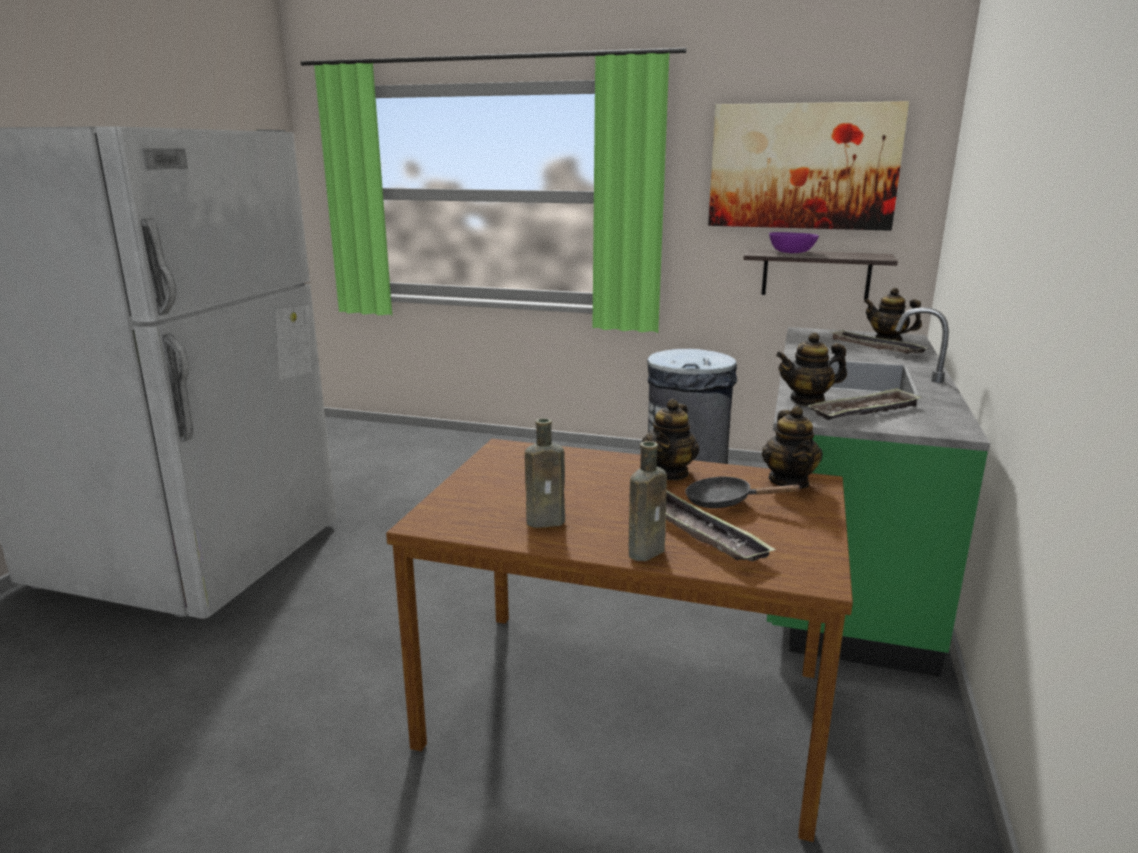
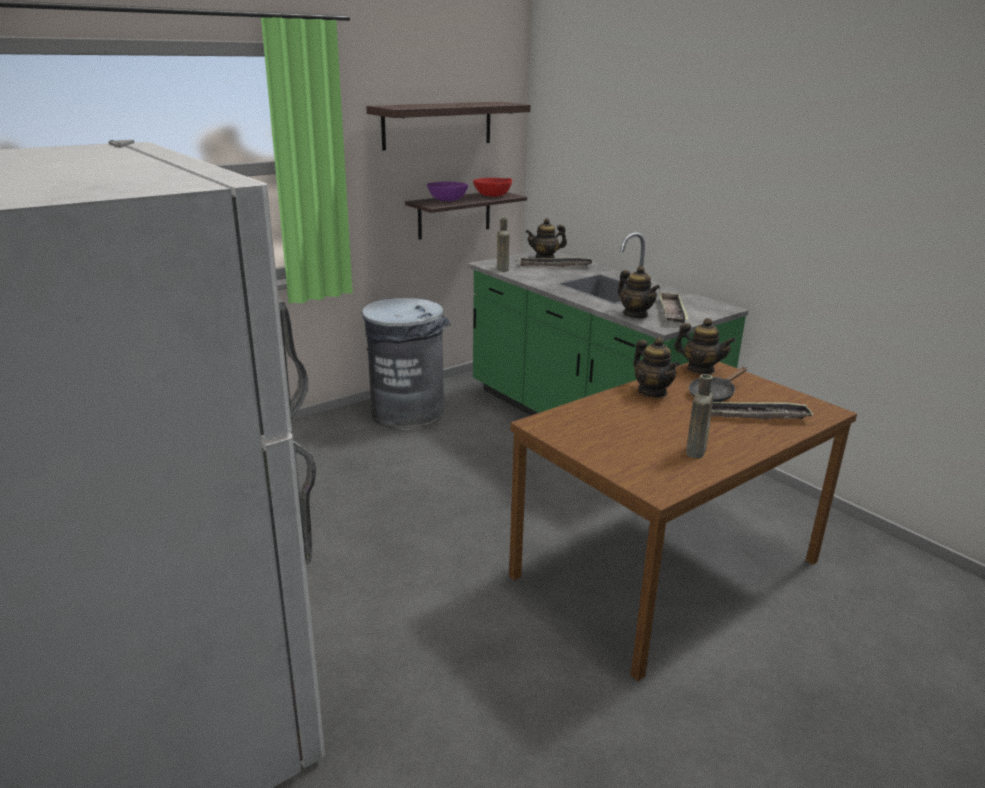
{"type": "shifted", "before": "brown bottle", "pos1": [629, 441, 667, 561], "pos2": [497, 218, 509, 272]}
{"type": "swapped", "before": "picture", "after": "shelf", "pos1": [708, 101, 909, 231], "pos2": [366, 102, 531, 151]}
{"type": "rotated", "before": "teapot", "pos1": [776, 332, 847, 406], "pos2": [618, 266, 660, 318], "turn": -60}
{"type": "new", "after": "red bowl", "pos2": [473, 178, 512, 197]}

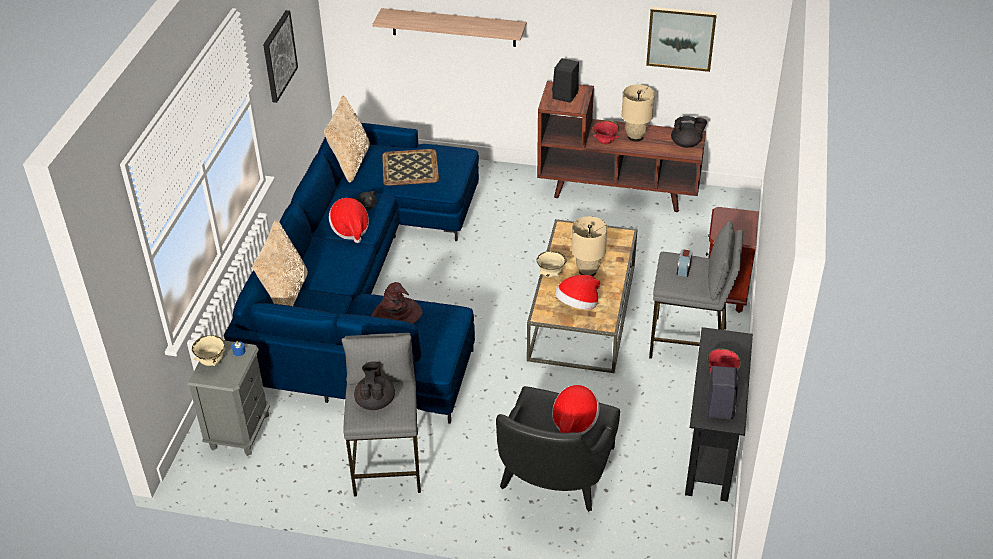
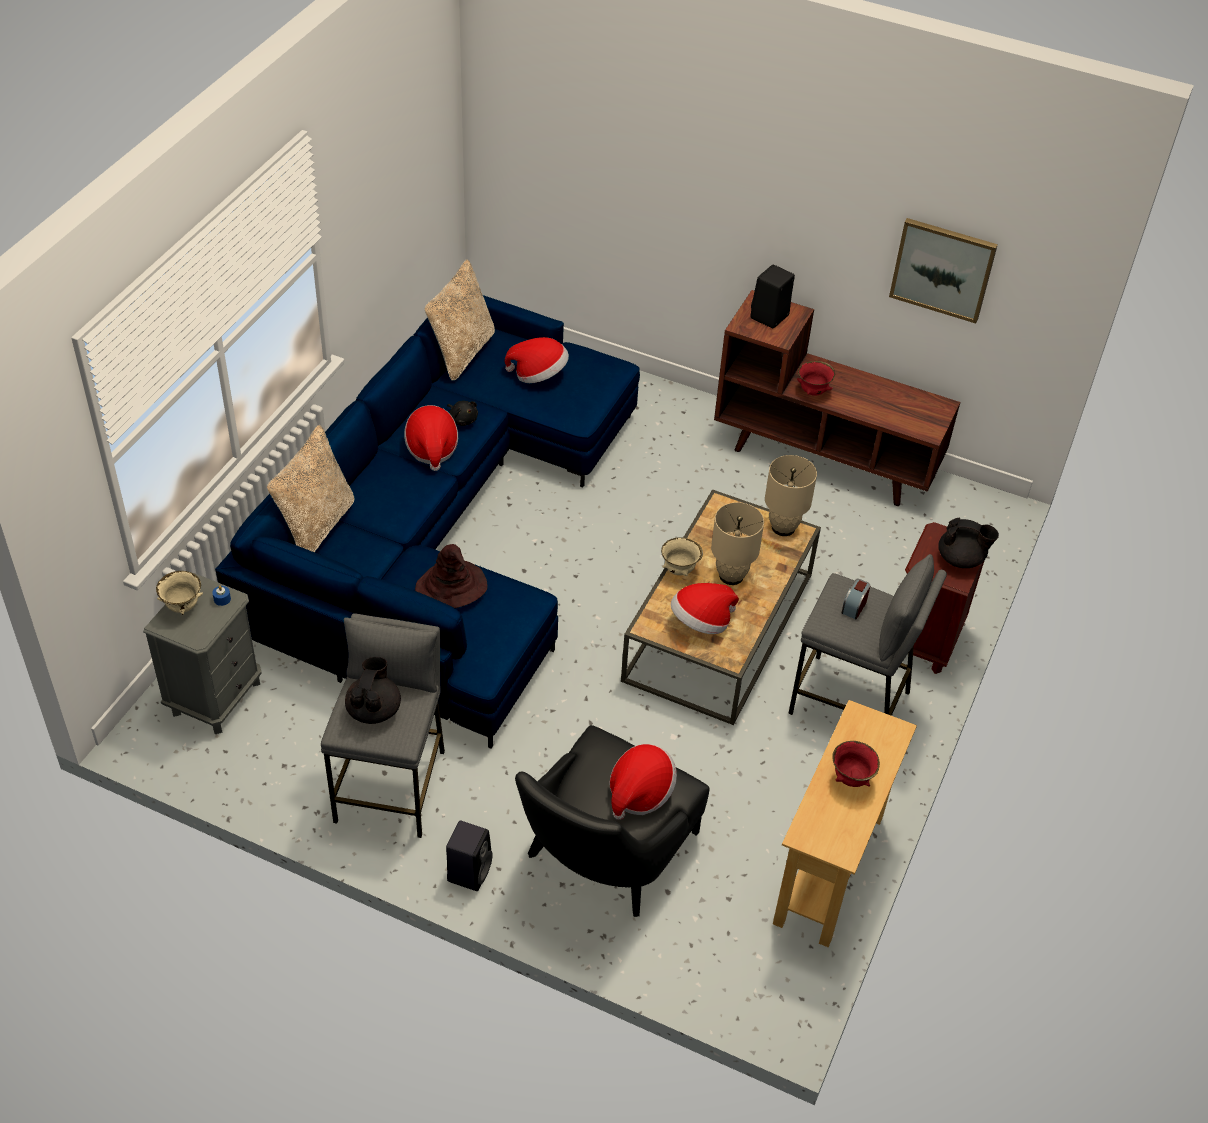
{"type": "gone", "before": "picture", "pos1": [263, 10, 298, 103]}
{"type": "gone", "before": "shelf", "pos1": [372, 8, 527, 47]}
{"type": "swapped", "before": "tray", "after": "hat", "pos1": [382, 149, 439, 186], "pos2": [505, 337, 569, 383]}
{"type": "shifted", "before": "beige table lamp", "pos1": [622, 84, 655, 142], "pos2": [765, 455, 817, 536]}
{"type": "shifted", "before": "black teapot", "pos1": [671, 116, 707, 148], "pos2": [938, 518, 999, 568]}
{"type": "repainted", "before": "black console table", "after": "beige console table", "pos1": [685, 327, 753, 502], "pos2": [773, 700, 917, 947]}
{"type": "shifted", "before": "black speaker", "pos1": [707, 366, 738, 419], "pos2": [446, 821, 493, 891]}

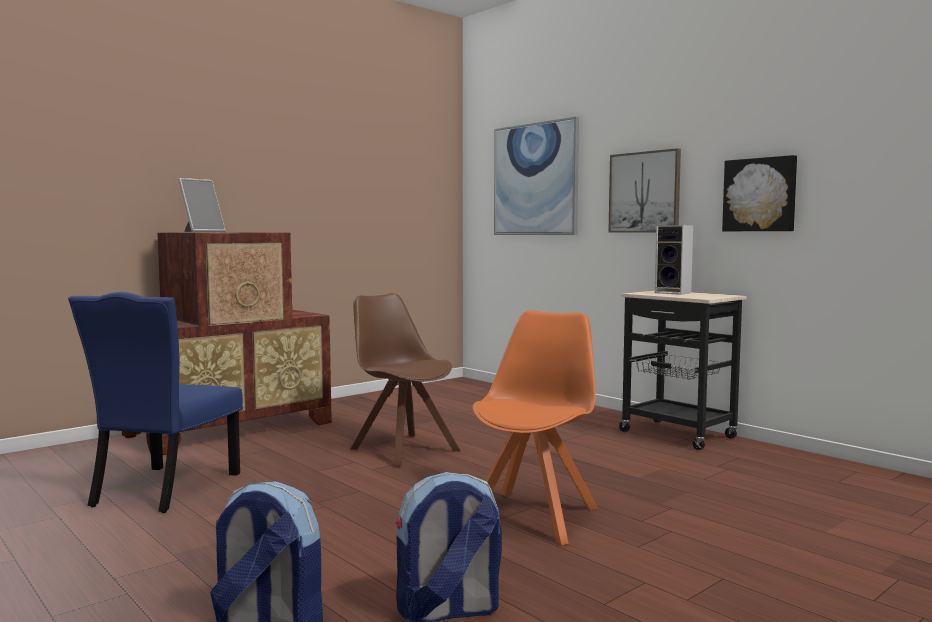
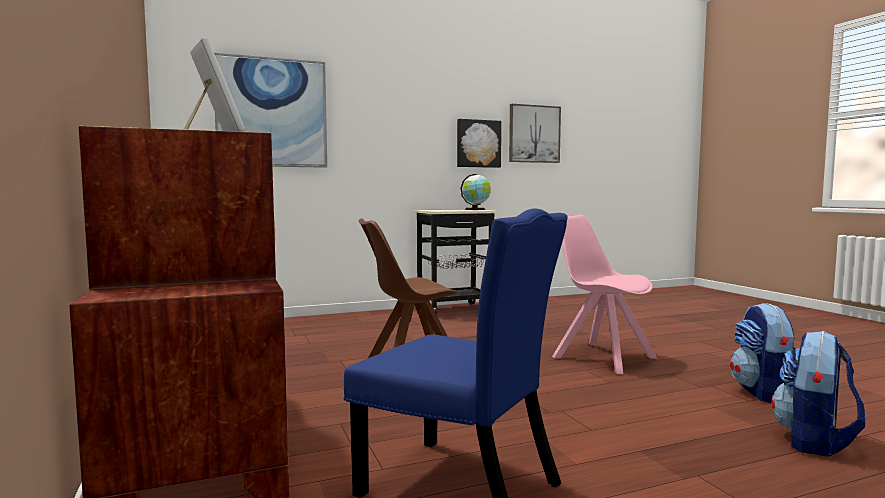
{"type": "repainted", "before": "orange chair", "after": "pink chair", "pos1": [473, 310, 598, 545], "pos2": [552, 215, 657, 374]}
{"type": "shifted", "before": "picture", "pos1": [608, 148, 681, 233], "pos2": [509, 104, 561, 163]}
{"type": "gone", "before": "speaker", "pos1": [655, 225, 693, 295]}
{"type": "new", "after": "globe", "pos2": [461, 174, 491, 210]}

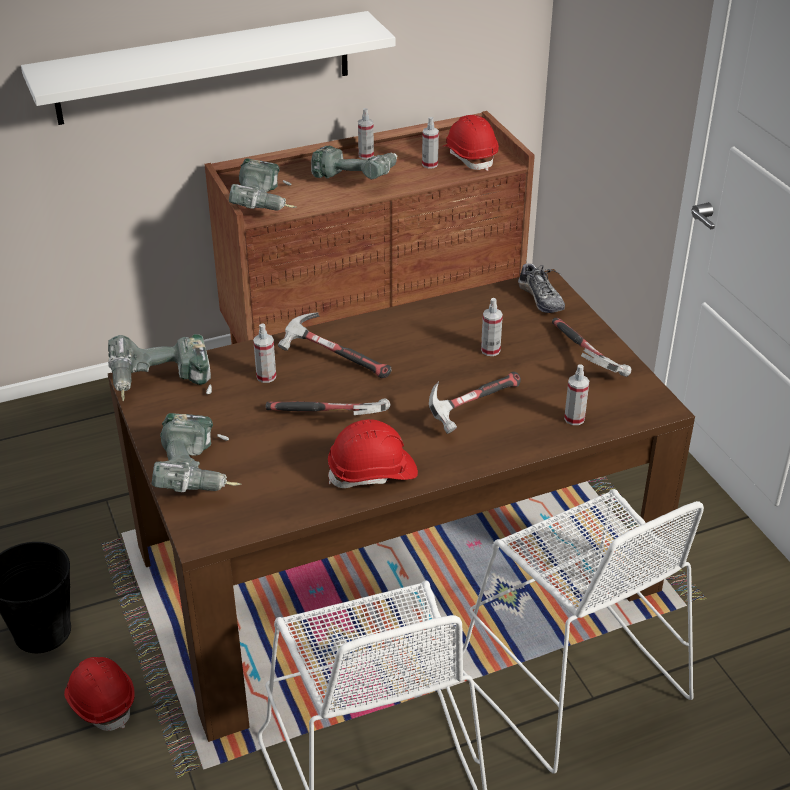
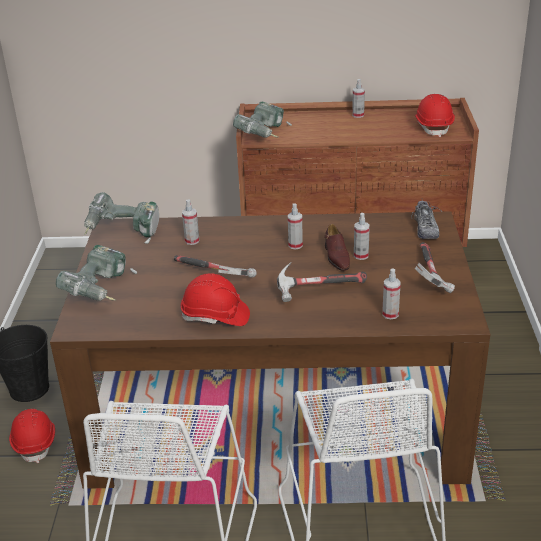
{"type": "gone", "before": "white shelf", "pos1": [21, 11, 395, 125]}
{"type": "gone", "before": "hammer", "pos1": [278, 312, 391, 378]}
{"type": "gone", "before": "power drill", "pos1": [311, 146, 398, 179]}
{"type": "shifted", "before": "spray bottle", "pos1": [422, 117, 439, 169], "pos2": [288, 203, 303, 249]}
{"type": "new", "after": "brown shoe", "pos2": [324, 224, 350, 271]}

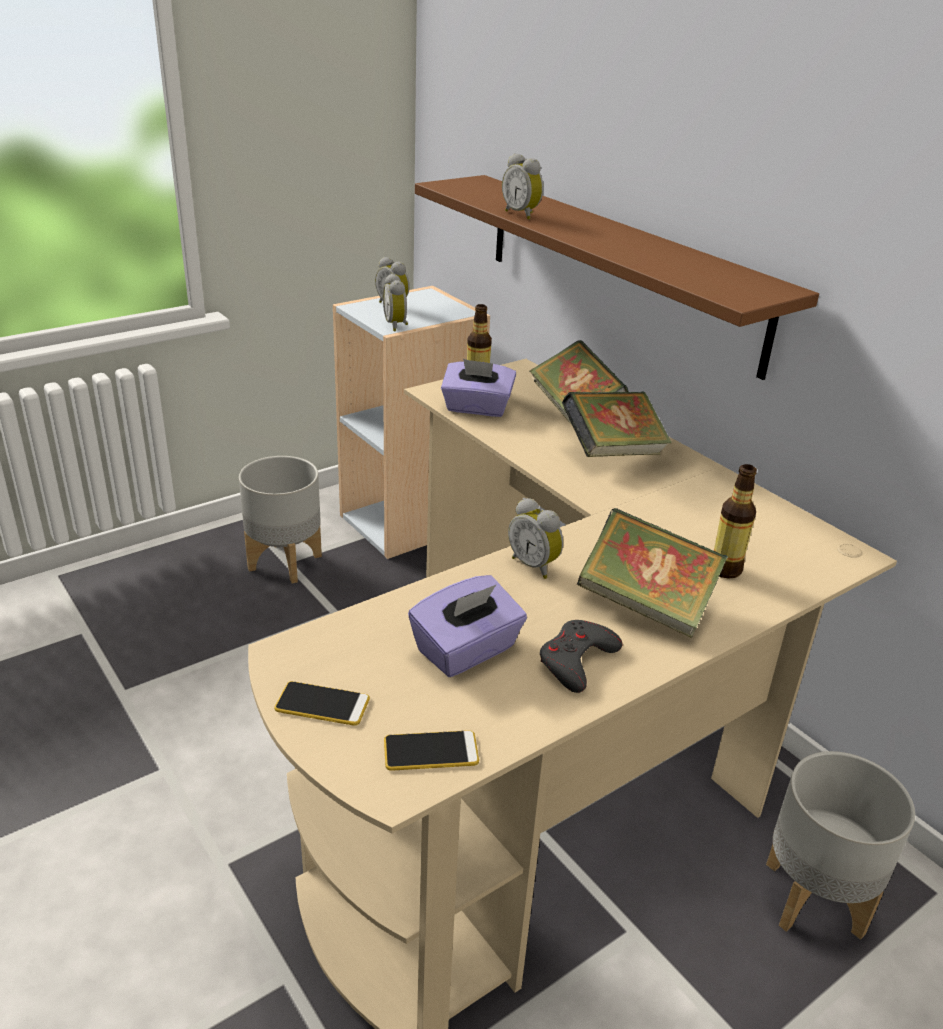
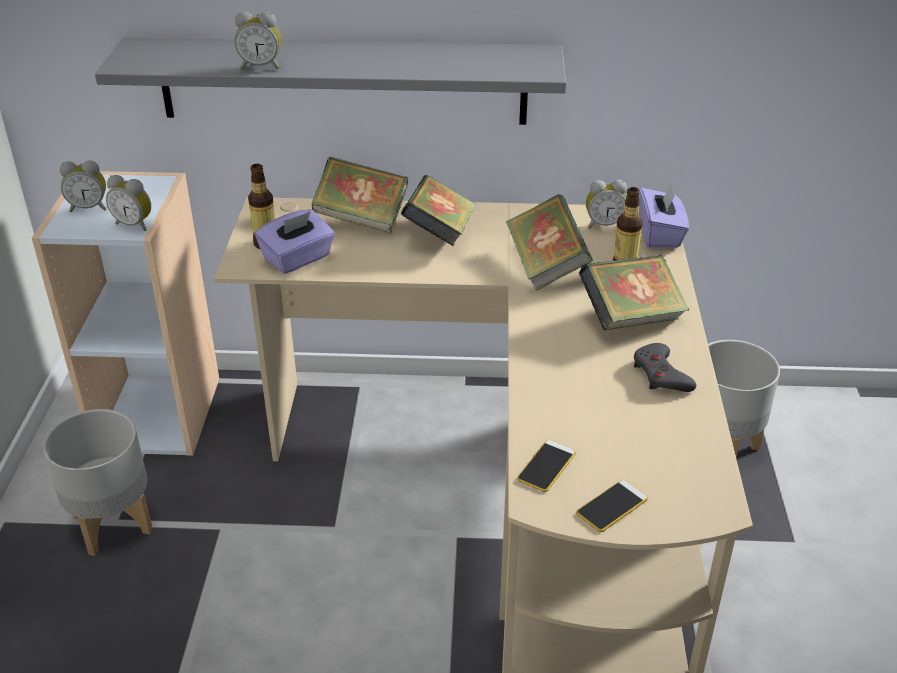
{"type": "shifted", "before": "phone", "pos1": [384, 730, 479, 771], "pos2": [517, 440, 576, 492]}
{"type": "shifted", "before": "purple tissue box", "pos1": [408, 575, 527, 677], "pos2": [638, 183, 689, 248]}
{"type": "repainted", "before": "brown shelf", "after": "grey shelf", "pos1": [415, 175, 819, 380], "pos2": [95, 38, 566, 125]}
{"type": "shifted", "before": "alarm clock", "pos1": [508, 498, 563, 579], "pos2": [586, 180, 627, 229]}
{"type": "new", "after": "book", "pos2": [506, 194, 593, 290]}

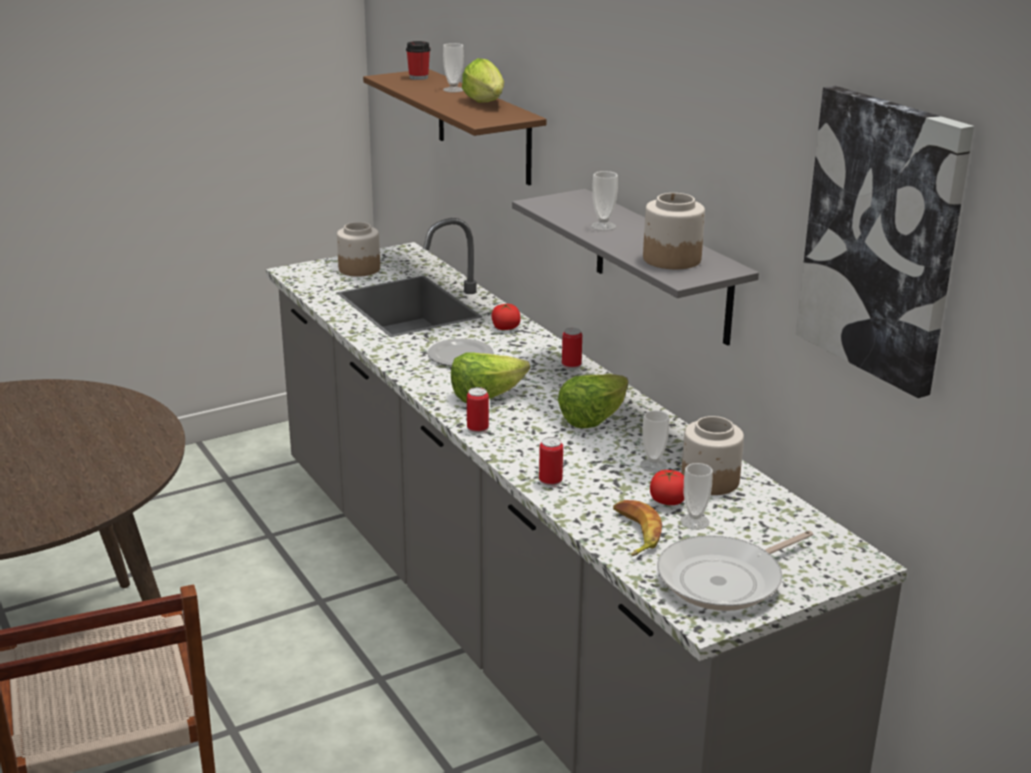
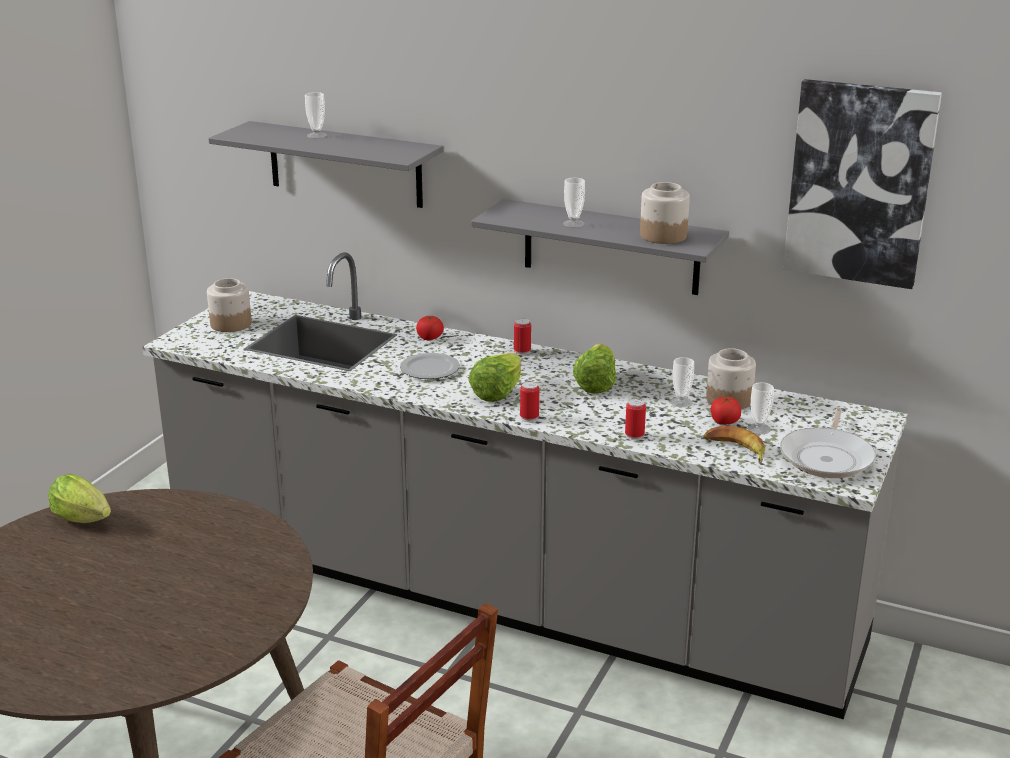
{"type": "repainted", "before": "brown shelf", "after": "grey shelf", "pos1": [363, 69, 547, 185], "pos2": [208, 121, 443, 208]}
{"type": "gone", "before": "cup", "pos1": [406, 41, 430, 80]}
{"type": "shifted", "before": "lettuce", "pos1": [462, 58, 504, 103], "pos2": [48, 474, 111, 523]}

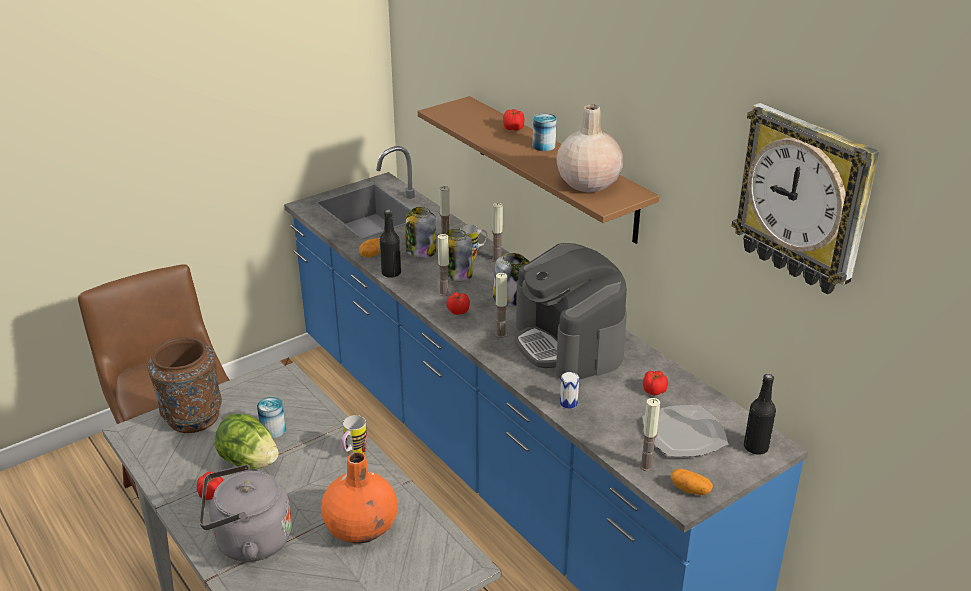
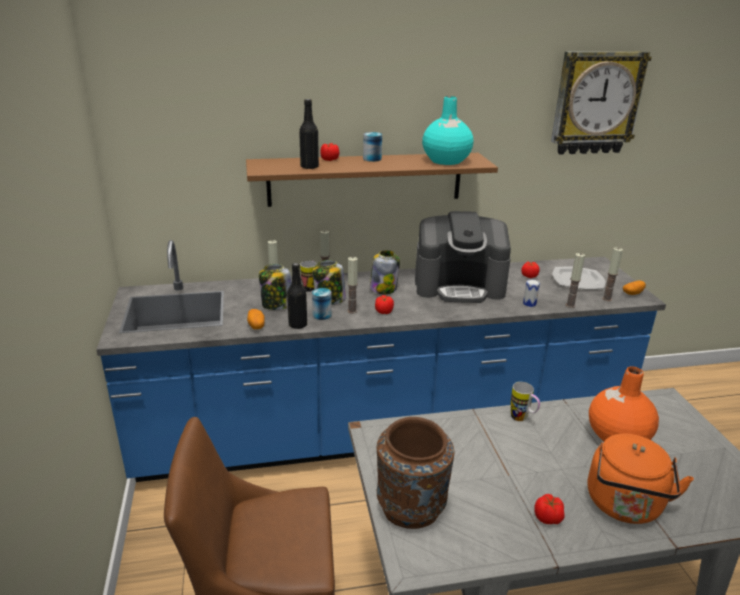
{"type": "repainted", "before": "grey kettle", "after": "orange kettle", "pos1": [199, 464, 292, 562], "pos2": [588, 434, 694, 524]}
{"type": "gone", "before": "lettuce", "pos1": [215, 414, 279, 469]}
{"type": "shifted", "before": "can", "pos1": [257, 397, 286, 439], "pos2": [312, 288, 332, 320]}
{"type": "shifted", "before": "candle", "pos1": [495, 273, 508, 338], "pos2": [566, 253, 585, 308]}
{"type": "repainted", "before": "beige vase", "after": "turquoise vase", "pos1": [557, 104, 623, 193], "pos2": [422, 96, 474, 165]}
{"type": "shifted", "before": "black bottle", "pos1": [744, 374, 776, 455], "pos2": [299, 99, 319, 169]}

